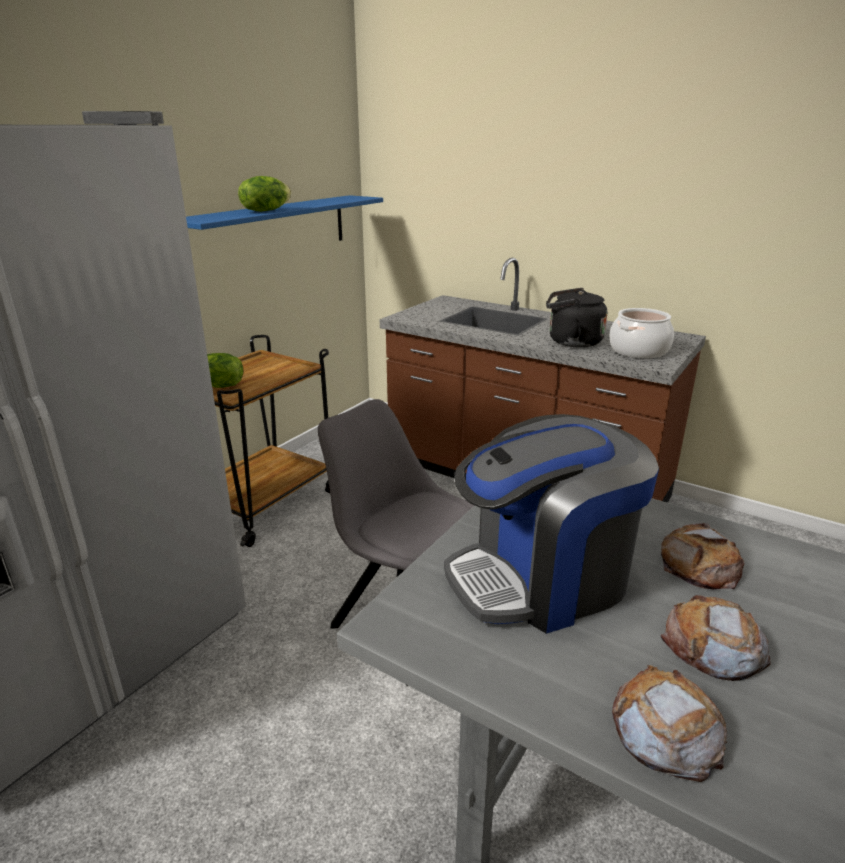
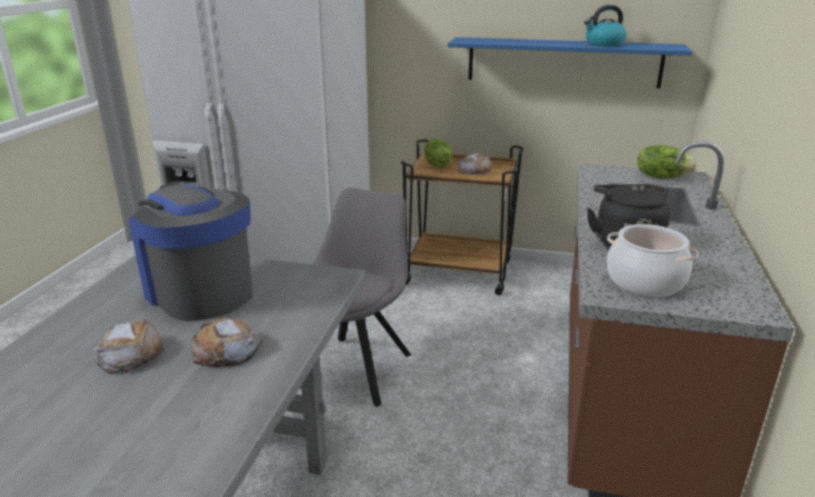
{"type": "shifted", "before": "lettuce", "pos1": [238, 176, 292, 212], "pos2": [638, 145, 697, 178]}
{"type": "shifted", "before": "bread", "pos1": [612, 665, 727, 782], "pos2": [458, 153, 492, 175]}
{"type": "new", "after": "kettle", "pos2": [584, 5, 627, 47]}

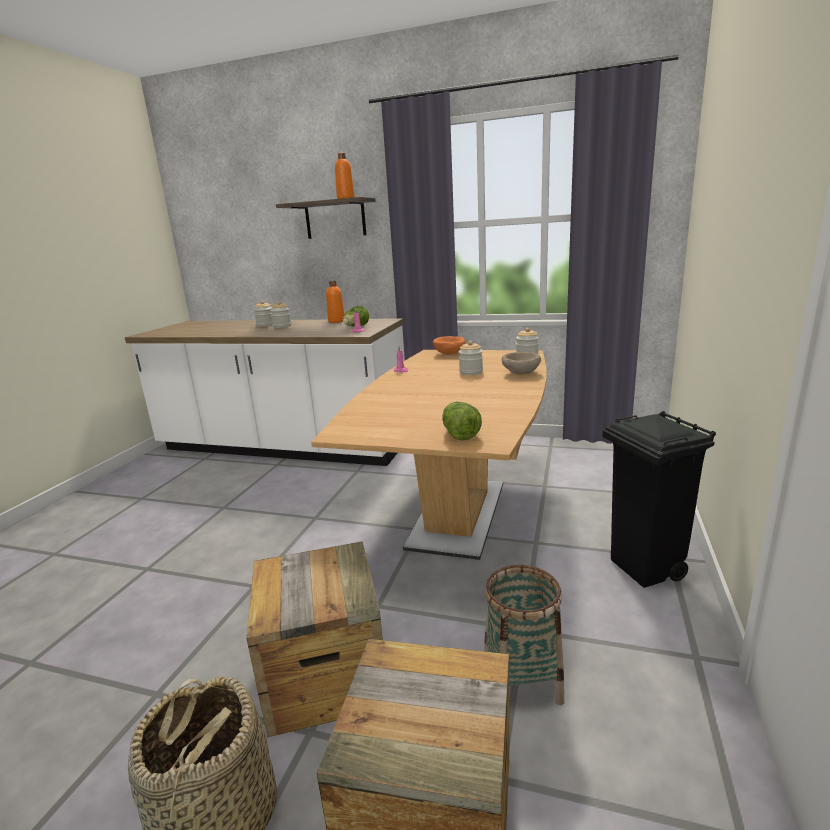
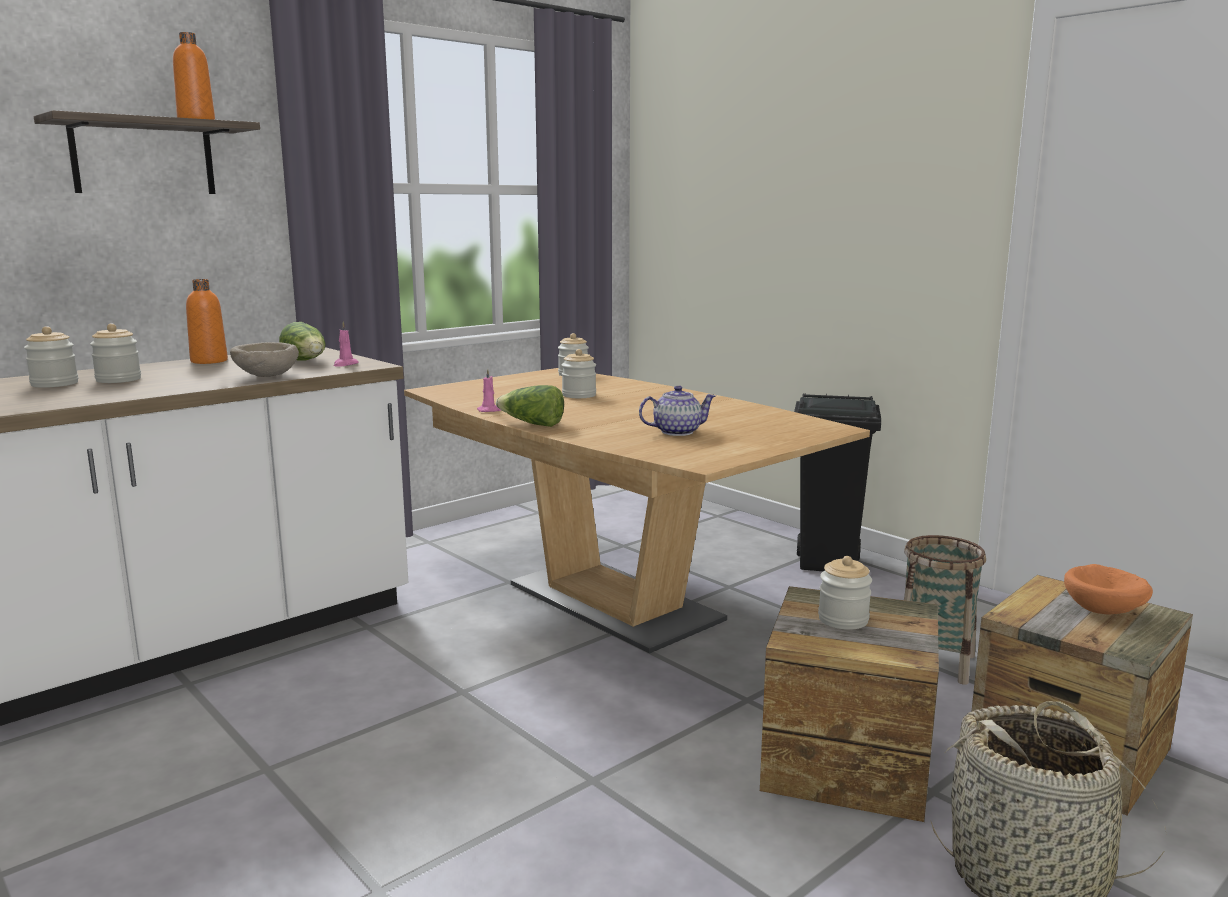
{"type": "shifted", "before": "orange bowl", "pos1": [433, 336, 466, 355], "pos2": [1064, 564, 1153, 614]}
{"type": "shifted", "before": "lettuce", "pos1": [442, 402, 482, 440], "pos2": [496, 385, 564, 427]}
{"type": "shifted", "before": "beige bowl", "pos1": [502, 352, 541, 374], "pos2": [230, 342, 299, 377]}
{"type": "new", "after": "teapot", "pos2": [639, 385, 716, 436]}
{"type": "new", "after": "jar", "pos2": [818, 556, 872, 630]}

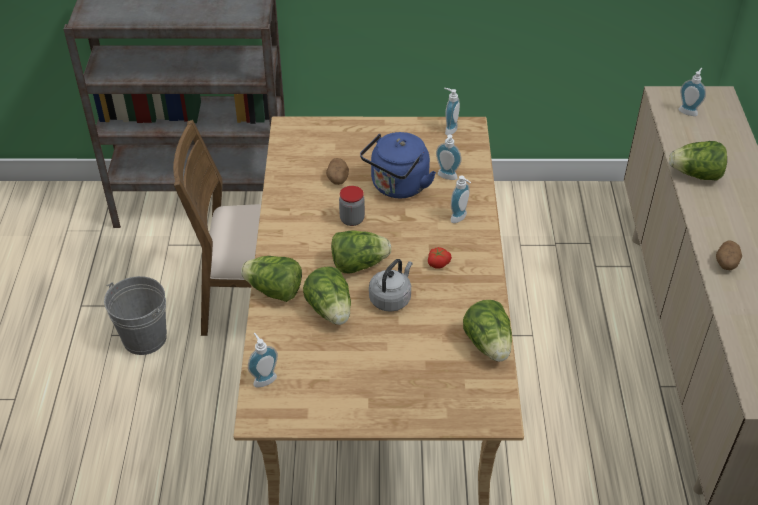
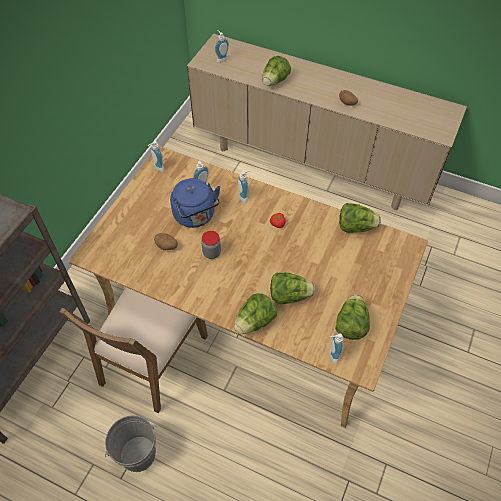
{"type": "shifted", "before": "lettuce", "pos1": [331, 230, 391, 274], "pos2": [335, 294, 370, 340]}
{"type": "gone", "before": "grey kettle", "pos1": [369, 259, 413, 312]}

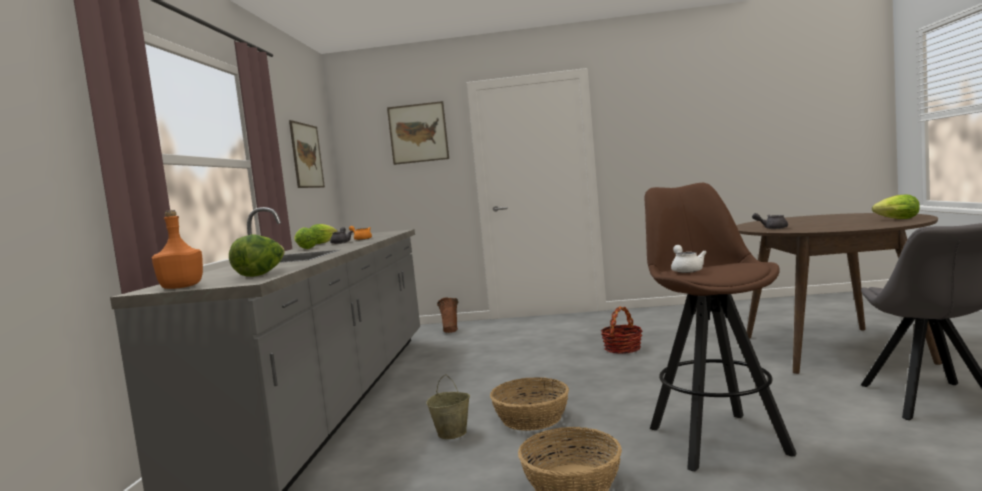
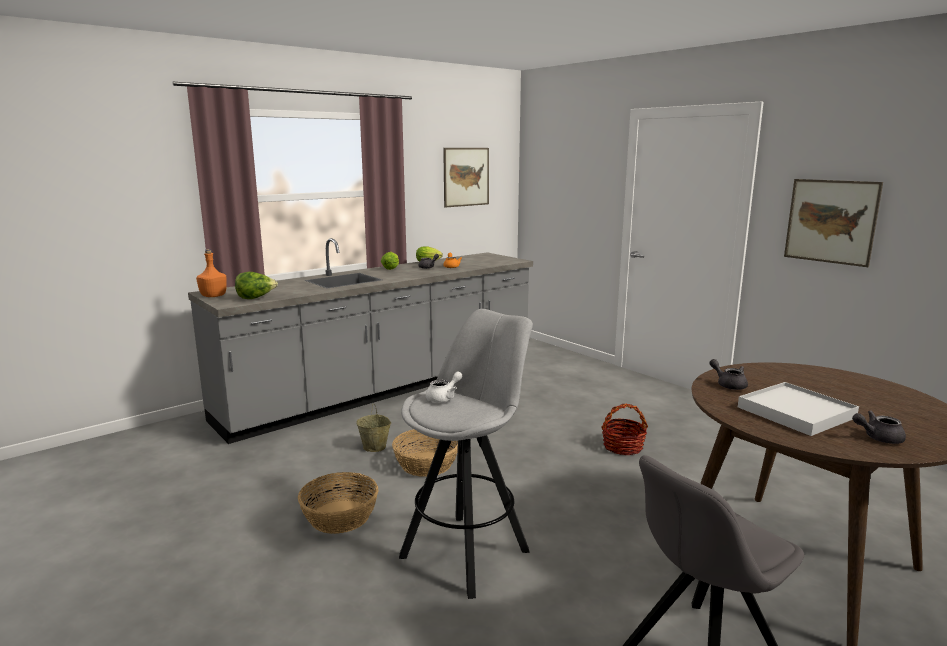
{"type": "shifted", "before": "picture", "pos1": [387, 101, 449, 165], "pos2": [784, 179, 883, 267]}
{"type": "gone", "before": "brown vase", "pos1": [437, 297, 458, 333]}
{"type": "repainted", "before": "brown stool", "after": "grey stool", "pos1": [645, 183, 796, 471], "pos2": [399, 309, 533, 599]}
{"type": "swapped", "before": "lettuce", "after": "grey teapot", "pos1": [872, 195, 920, 219], "pos2": [852, 410, 906, 444]}
{"type": "new", "after": "white tray", "pos2": [738, 382, 859, 436]}

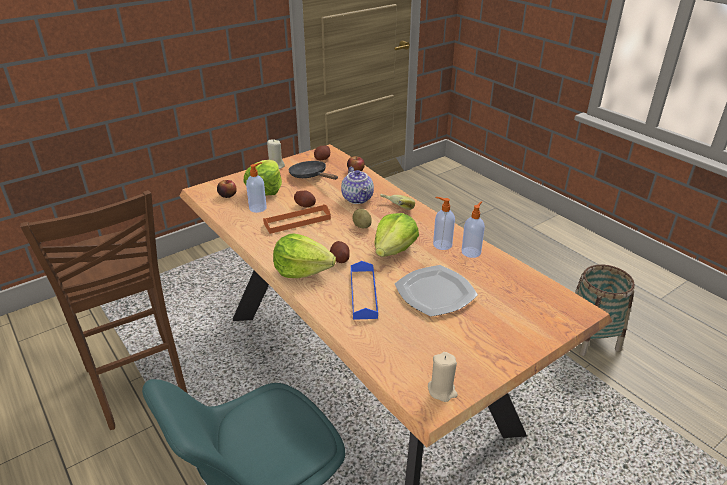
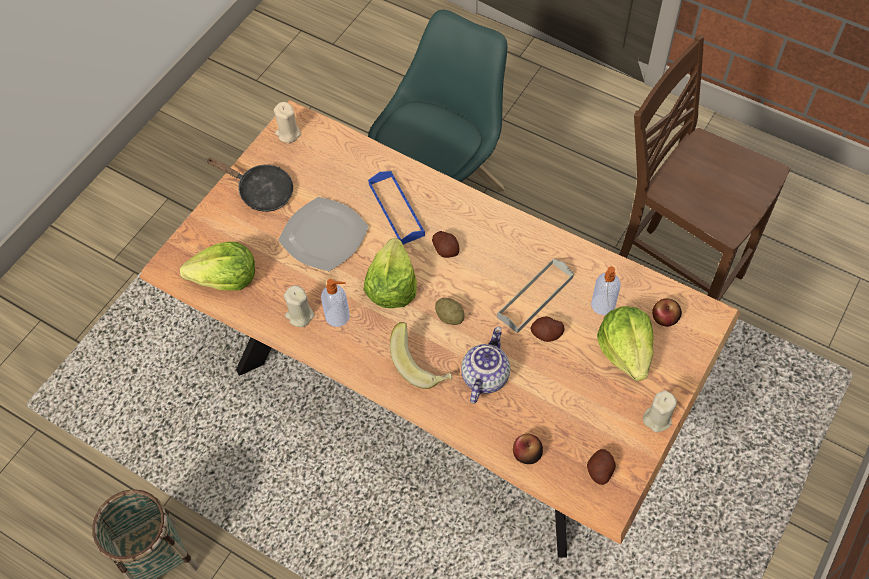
{"type": "repainted", "before": "orange tray", "after": "grey tray", "pos1": [263, 204, 331, 234], "pos2": [497, 258, 574, 333]}
{"type": "shifted", "before": "lettuce", "pos1": [273, 233, 336, 278], "pos2": [180, 241, 255, 291]}
{"type": "shifted", "before": "black frying pan", "pos1": [288, 161, 338, 180], "pos2": [207, 158, 293, 212]}
{"type": "rotated", "before": "teapot", "pos1": [341, 167, 374, 204], "pos2": [461, 327, 510, 403], "turn": 60}
{"type": "swapped", "before": "soap dispenser", "after": "beige candle", "pos1": [461, 201, 485, 258], "pos2": [284, 285, 315, 327]}

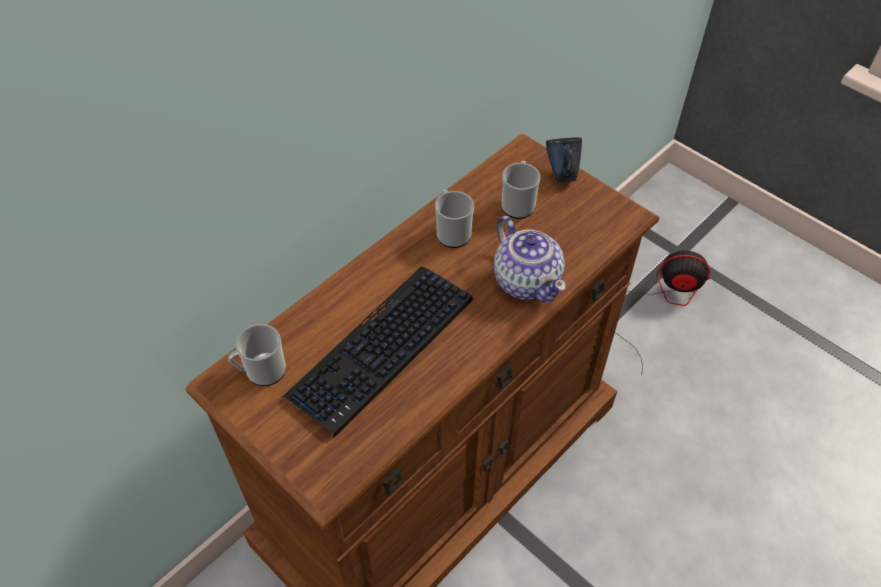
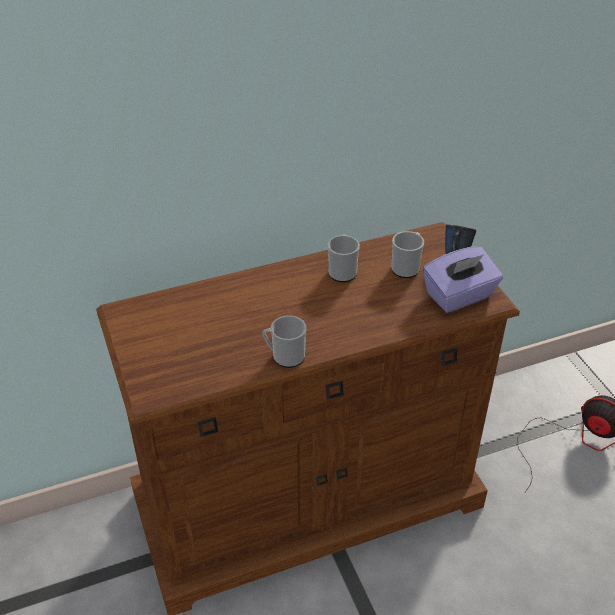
{"type": "shifted", "before": "mug", "pos1": [228, 324, 286, 386], "pos2": [263, 315, 307, 368]}
{"type": "gone", "before": "keyboard", "pos1": [282, 267, 473, 438]}
{"type": "gone", "before": "teapot", "pos1": [494, 216, 566, 303]}
{"type": "new", "after": "purple tissue box", "pos2": [423, 246, 503, 313]}

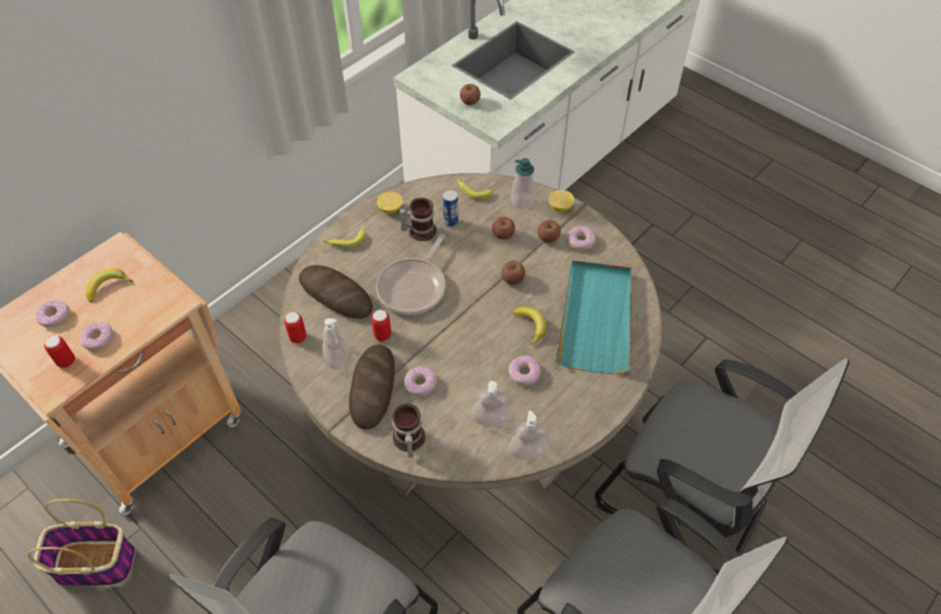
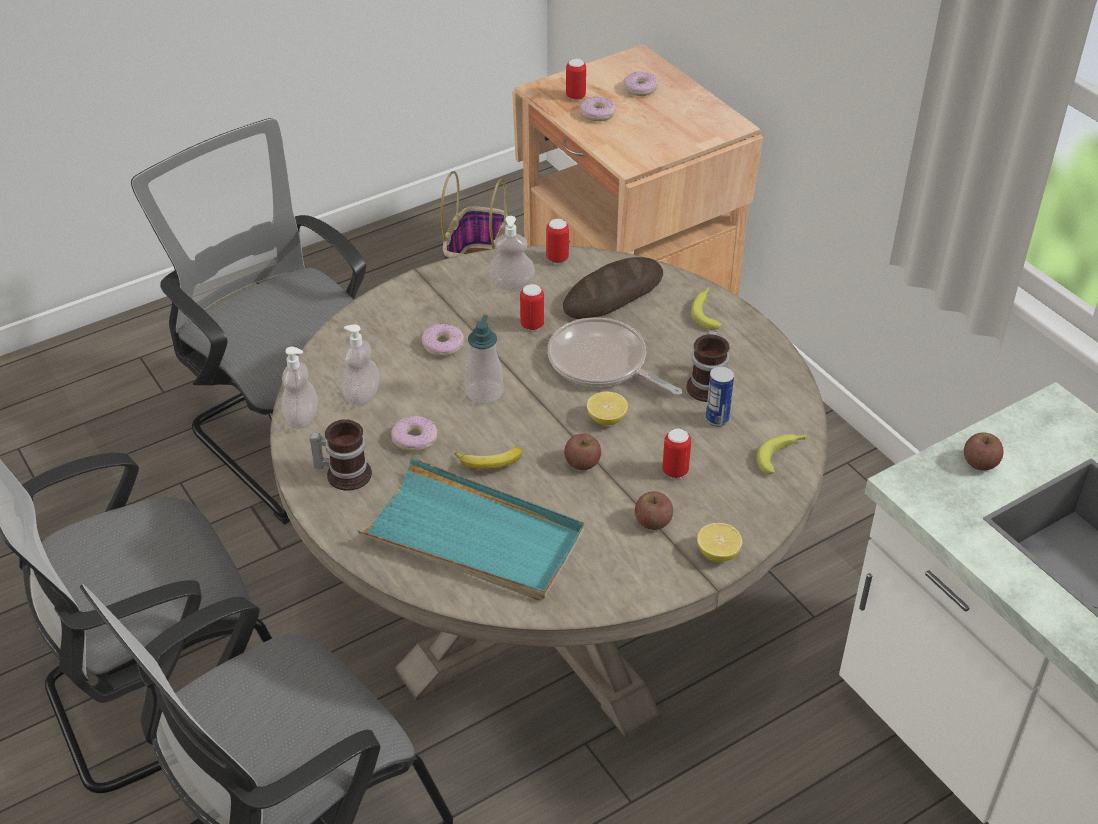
{"type": "gone", "before": "banana", "pos1": [86, 269, 133, 302]}
{"type": "gone", "before": "bread", "pos1": [349, 345, 395, 429]}
{"type": "shifted", "before": "lemon", "pos1": [377, 192, 403, 214], "pos2": [587, 392, 628, 426]}
{"type": "shifted", "before": "mug", "pos1": [392, 403, 425, 458], "pos2": [310, 419, 372, 491]}
{"type": "swapped", "before": "apple", "after": "can", "pos1": [492, 217, 515, 240], "pos2": [662, 428, 691, 478]}
{"type": "shifted", "before": "soap dispenser", "pos1": [511, 158, 535, 209], "pos2": [465, 315, 503, 404]}
{"type": "gone", "before": "donut", "pos1": [567, 226, 596, 250]}

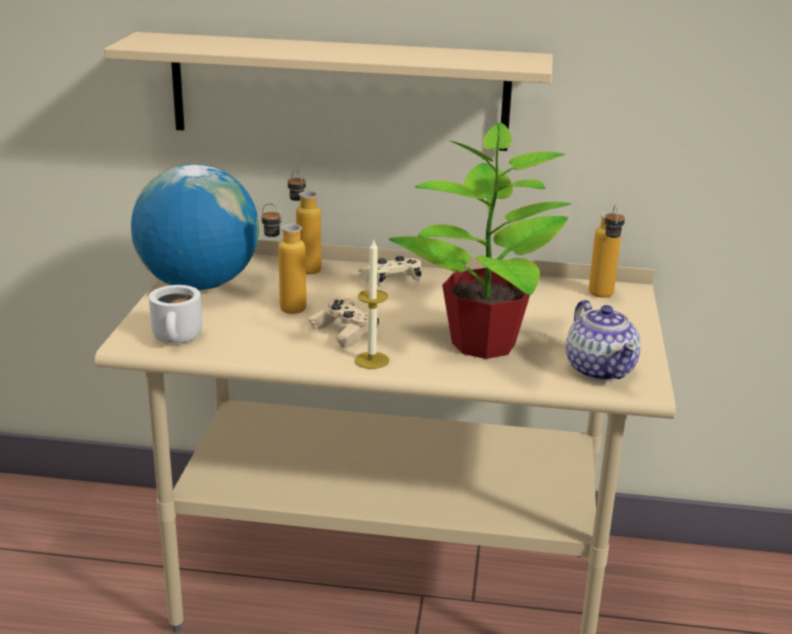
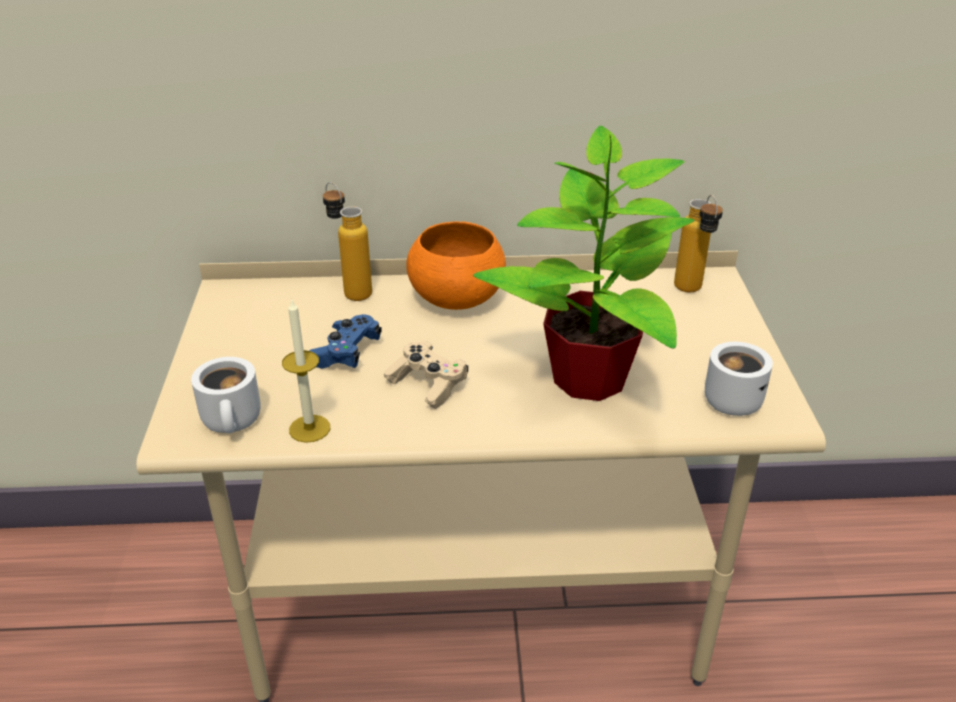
{"type": "gone", "before": "beige shelf", "pos1": [104, 32, 553, 151]}
{"type": "gone", "before": "globe", "pos1": [131, 164, 259, 290]}
{"type": "swapped", "before": "bottle", "after": "blue game controller", "pos1": [261, 203, 306, 314], "pos2": [309, 314, 382, 369]}
{"type": "shifted", "before": "candle", "pos1": [355, 240, 389, 369], "pos2": [282, 300, 330, 443]}
{"type": "swapped", "before": "beige game controller", "after": "orange bowl", "pos1": [359, 256, 421, 287], "pos2": [406, 221, 506, 310]}
{"type": "swapped", "before": "teapot", "after": "white mug", "pos1": [566, 300, 640, 381], "pos2": [705, 342, 773, 416]}

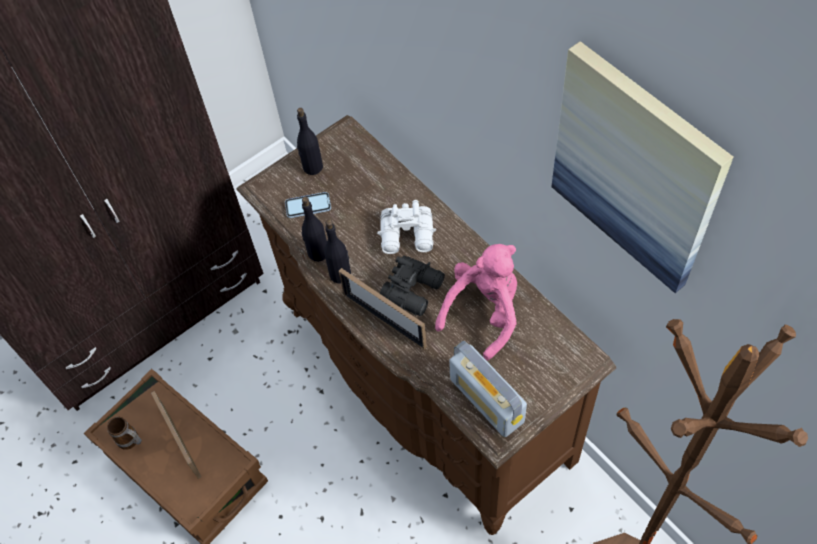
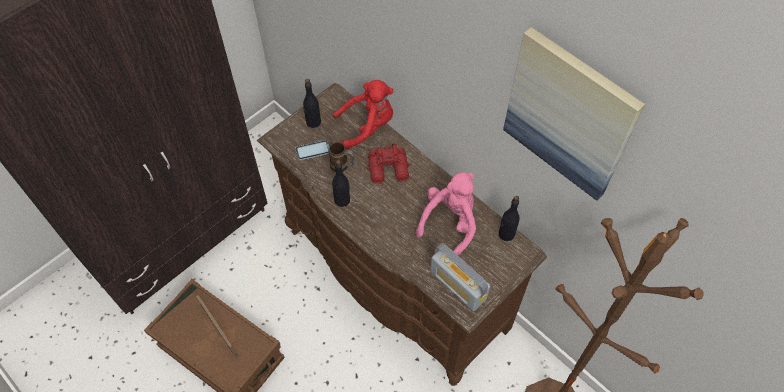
{"type": "shifted", "before": "mug", "pos1": [107, 417, 142, 450], "pos2": [329, 142, 354, 172]}
{"type": "shifted", "before": "black bottle", "pos1": [302, 197, 327, 262], "pos2": [499, 196, 519, 241]}
{"type": "gone", "before": "picture frame", "pos1": [339, 268, 427, 350]}
{"type": "repainted", "before": "white binoculars", "after": "red binoculars", "pos1": [377, 200, 436, 254], "pos2": [367, 143, 410, 184]}
{"type": "gone", "before": "black binoculars", "pos1": [380, 256, 445, 316]}
{"type": "new", "after": "red plush toy", "pos2": [333, 80, 393, 149]}

